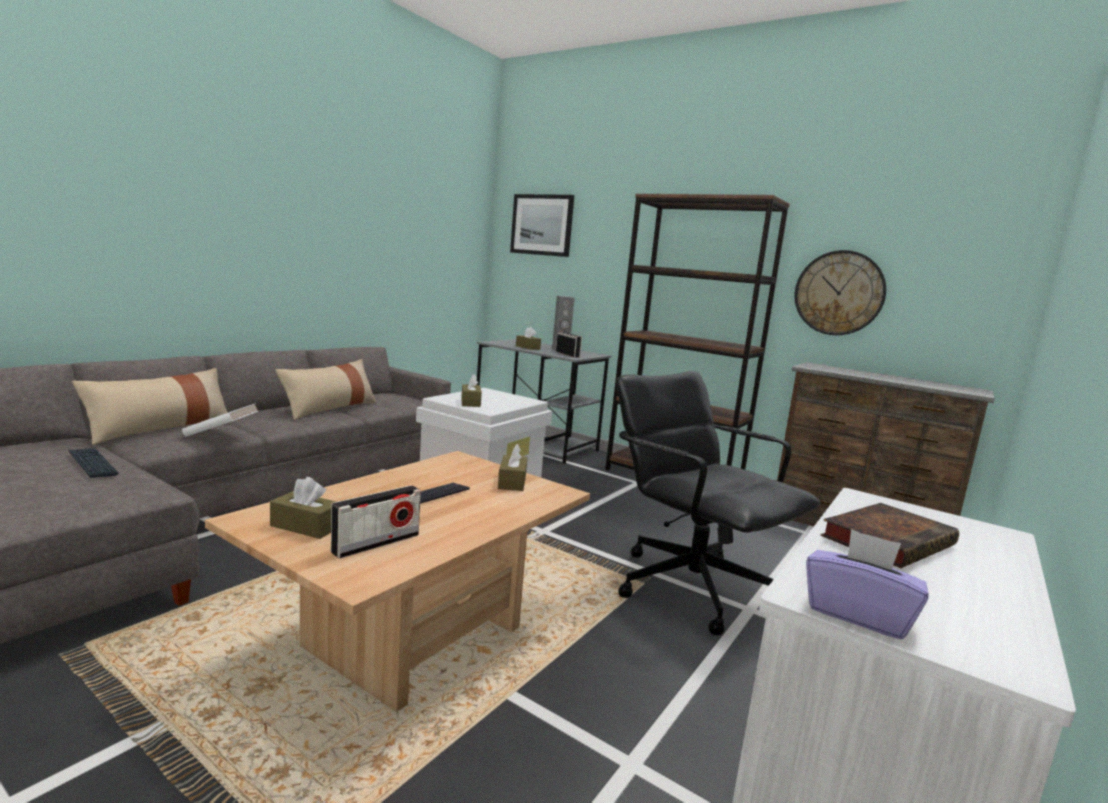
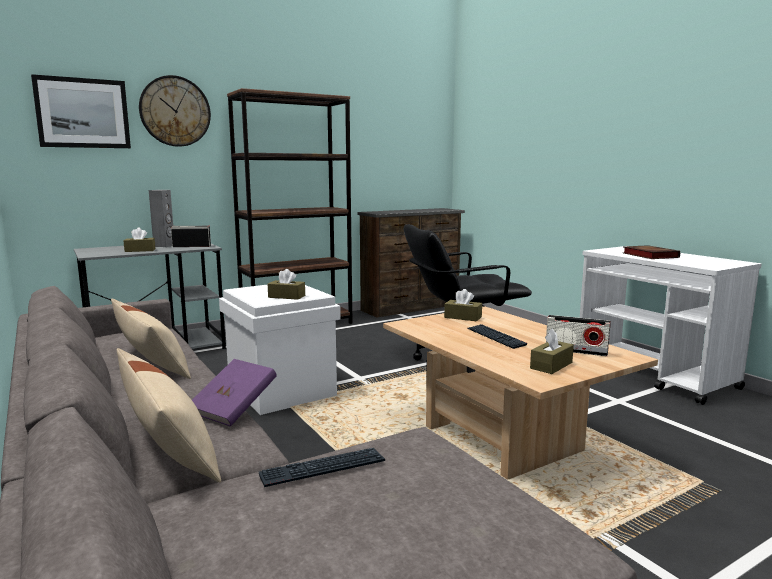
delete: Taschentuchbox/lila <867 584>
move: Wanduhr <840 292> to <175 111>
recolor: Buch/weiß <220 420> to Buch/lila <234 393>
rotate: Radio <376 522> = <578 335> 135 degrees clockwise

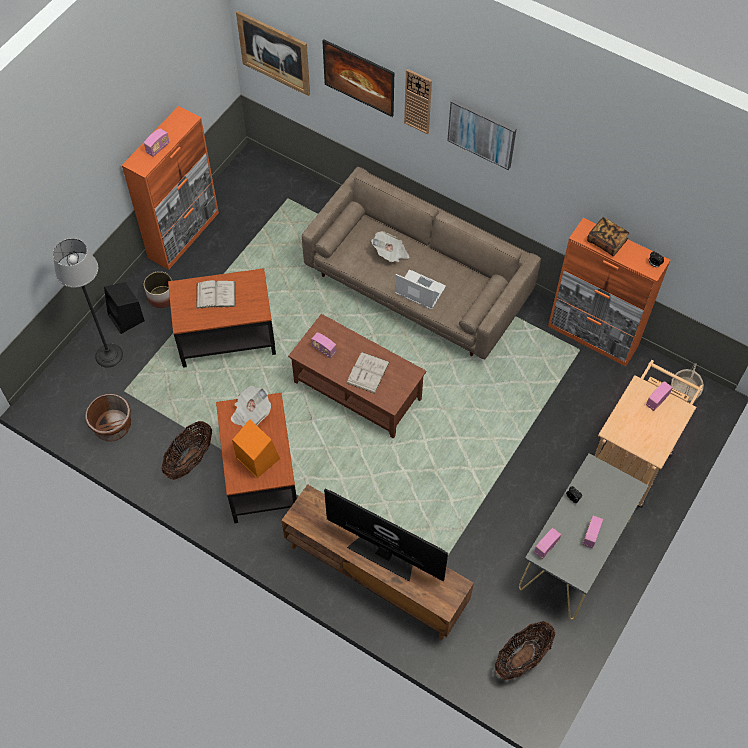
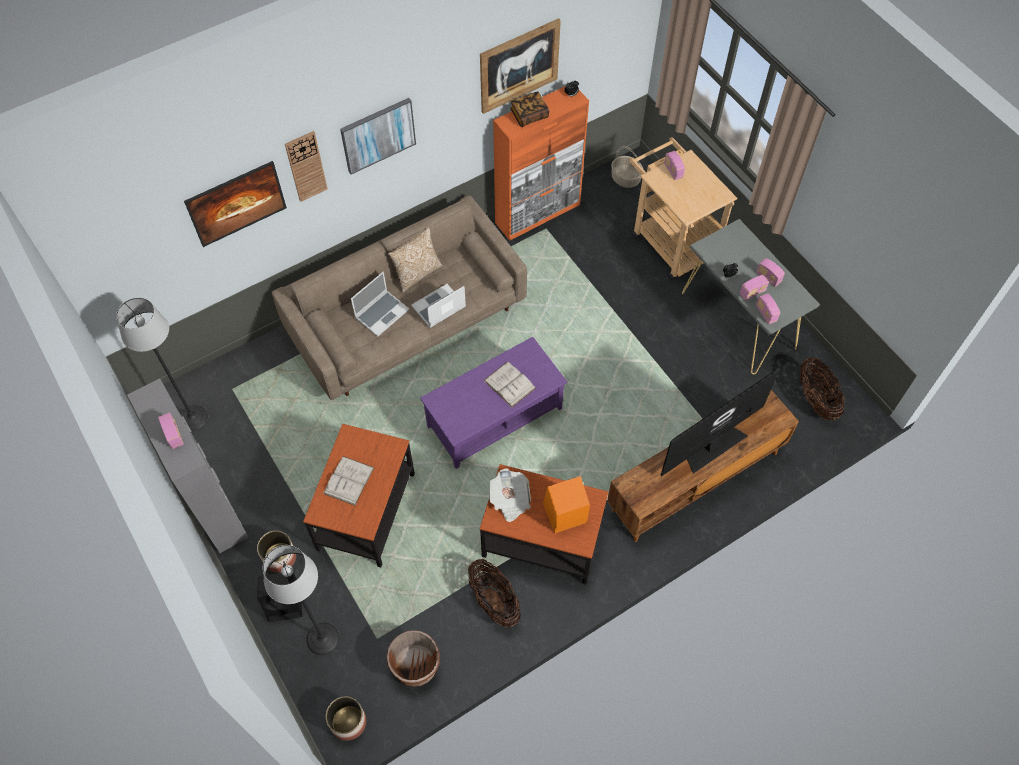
insert: Stehlampe <162 364>; Pflanzkübel <346 719>; Kissen <415 260>
move: Bild <273 53> to <520 66>; Radio <324 345> to <754 288>
replace: Zeitung <390 246> to Laptop <380 304>
recolor: Schrank/orange <170 188> to Schrank/grau <188 466>; Couchtisch/braun <357 376> to Couchtisch/lila <493 403>

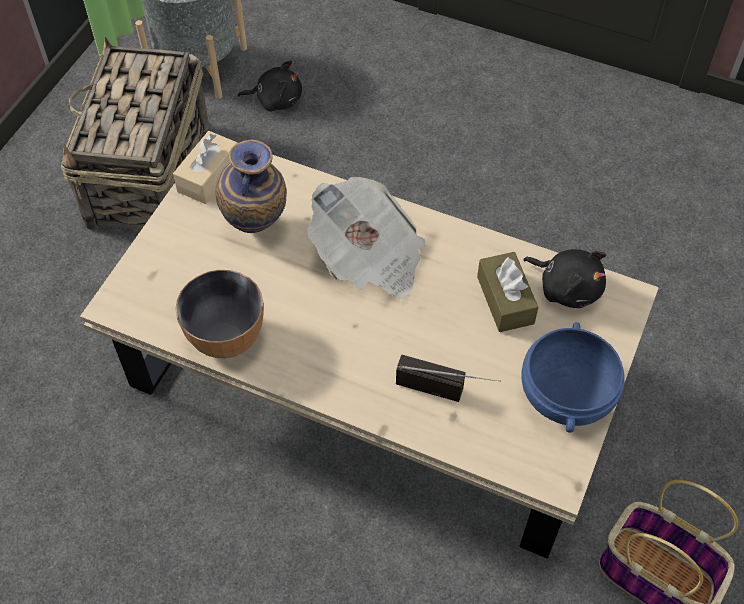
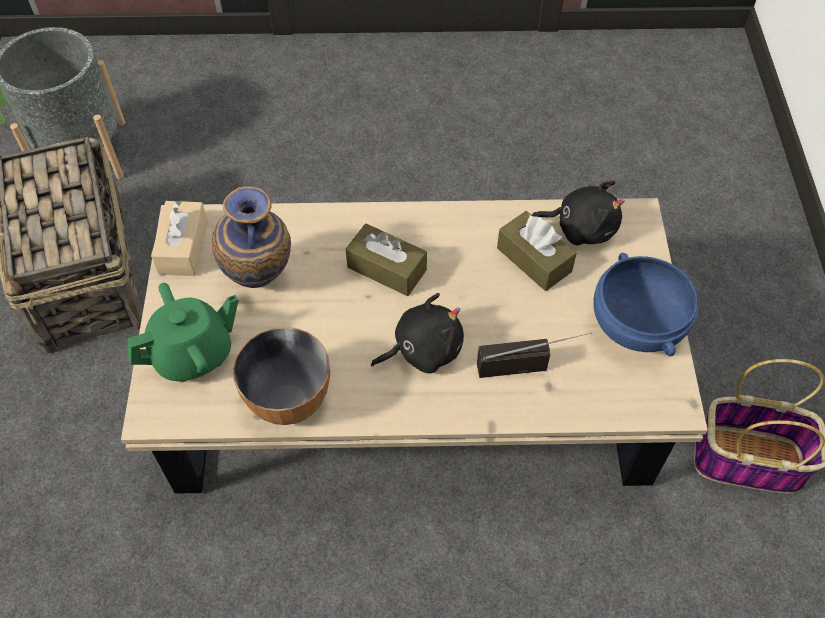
insert: Teekanne/grün <183 332>
move: Plüschtier/schwarz <270 86> to <417 333>
replace: Zeitung <366 238> to Taschentuchbox/braun <386 260>

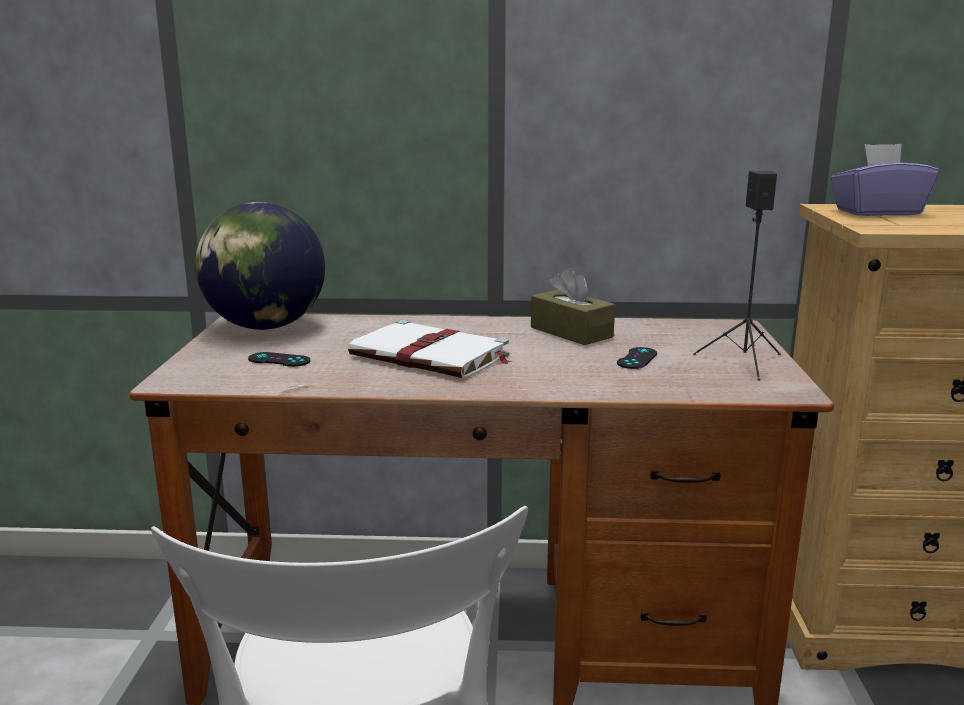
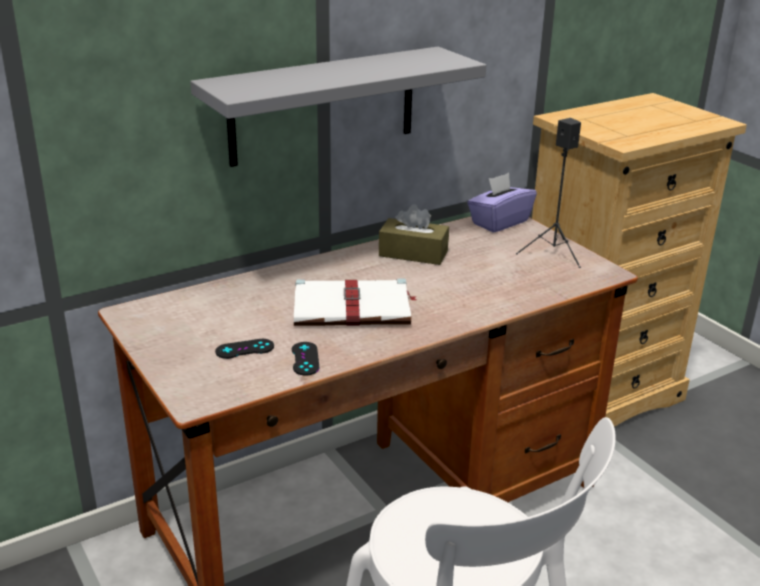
delete: Globus <260 266>
insert: Wandregal/grau <338 107>
move: Gamepad/schwarz <637 358> to <306 358>; Taschentuchbox/lila <885 180> to <502 203>

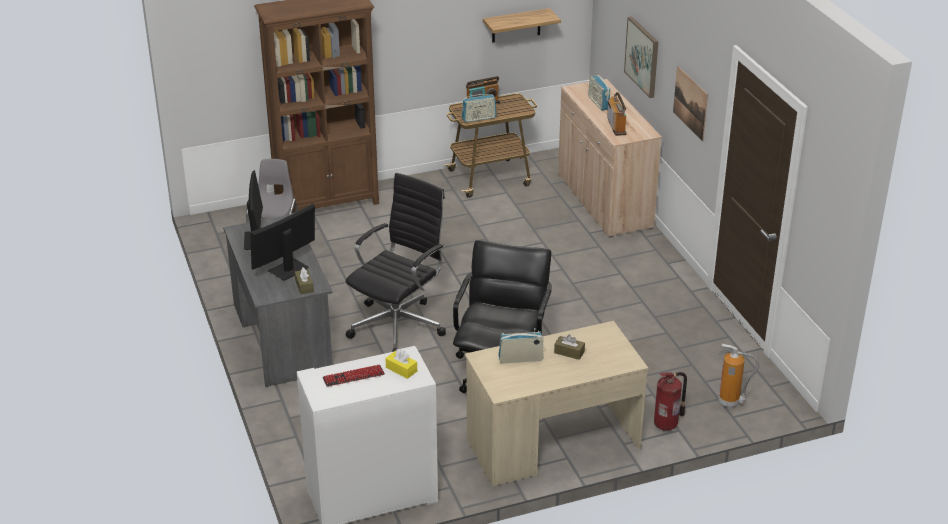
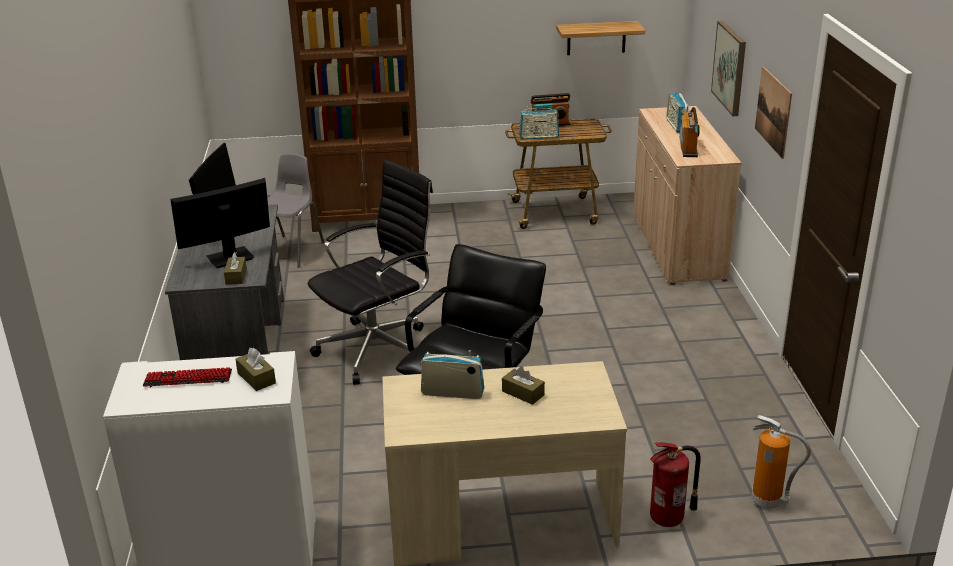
recolor: Taschentuchbox/gelb <401 364> to Taschentuchbox/braun <255 369>

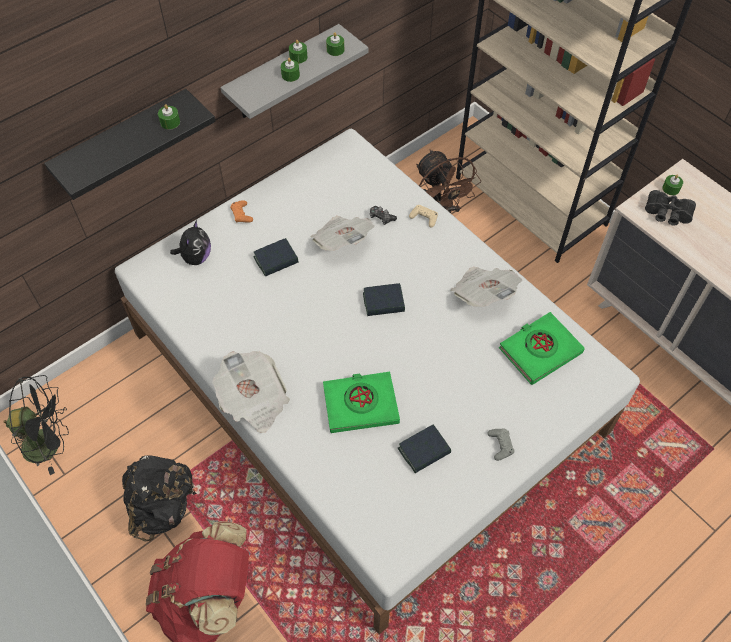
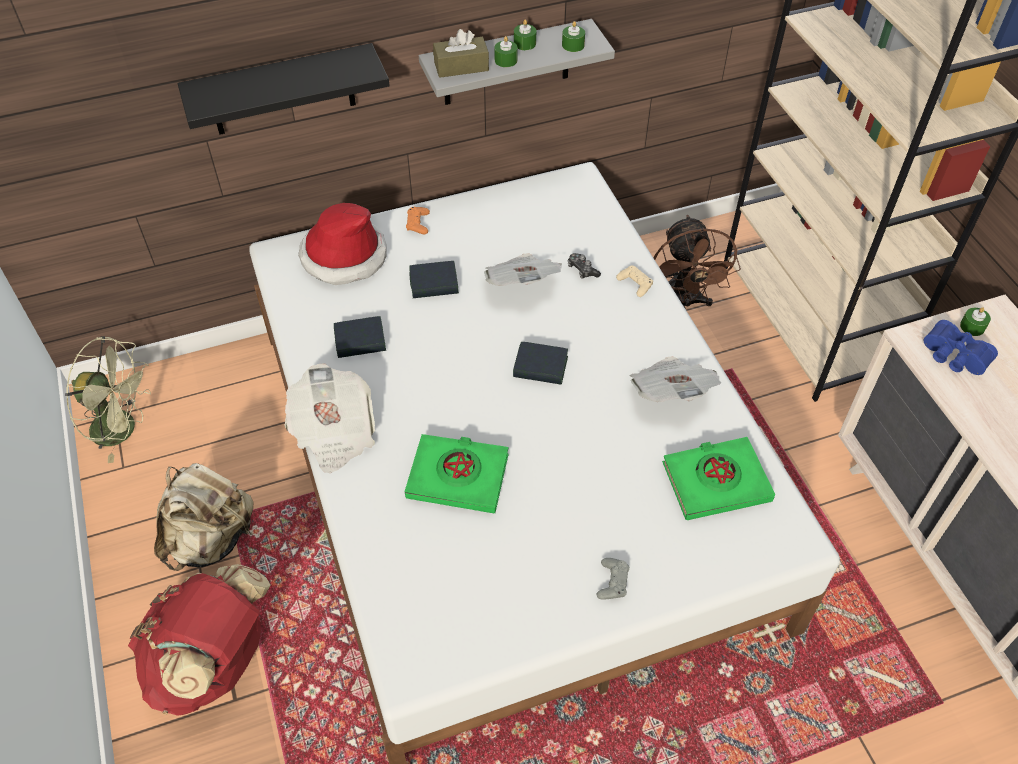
delete: Kerze/grün <169 117>
insert: Taschentuchbox/braun <461 53>
move: Buch <424 449> to <360 337>
replace: Plüschtier <190 242> to Hut <342 244>
recolor: Ventilator/schwarz <36 425> to Ventilator/grün <108 399>; Rucksack/schwarz <159 498> to Rucksack/beige <203 517>; Fernglas/schwarz <670 208> to Fernglas/blau <961 347>

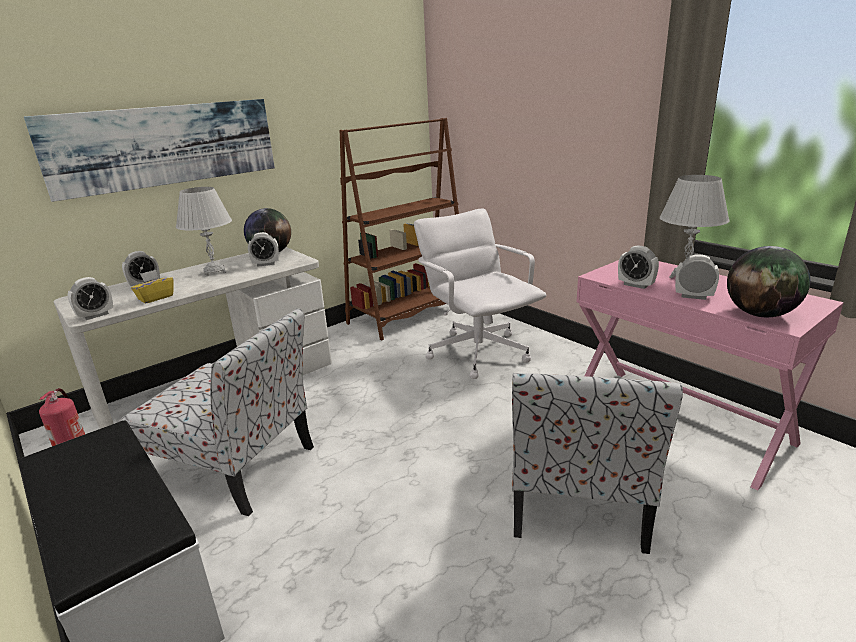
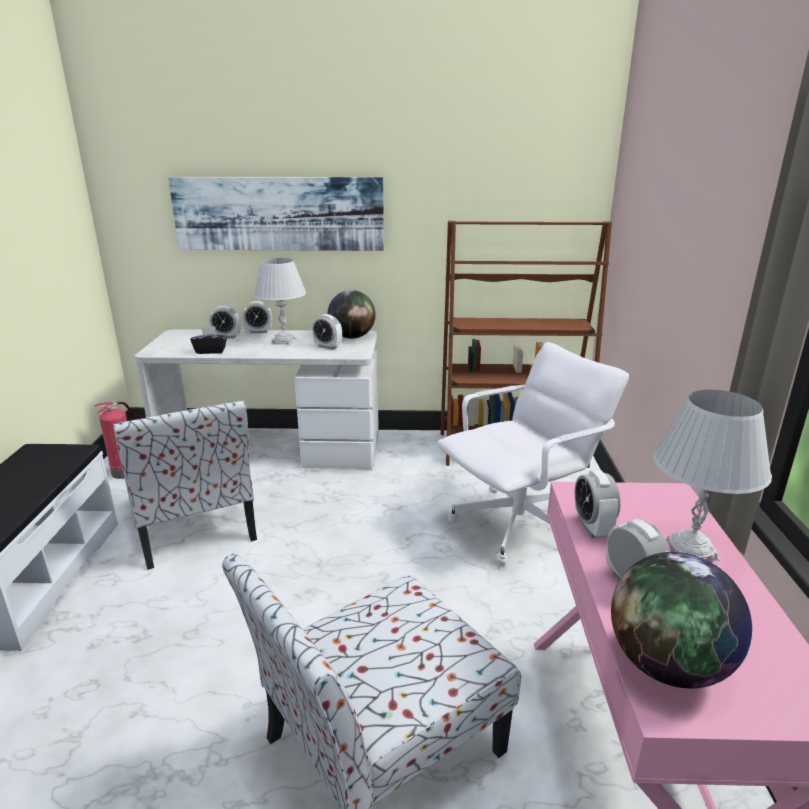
move: Wecker <90 298> to <257 317>
recolor: Taschentuchbox/gelb <152 286> to Taschentuchbox/schwarz <208 340>
rotate: Bürostuhl/weiß <480 294> = <533 453> 45 degrees clockwise

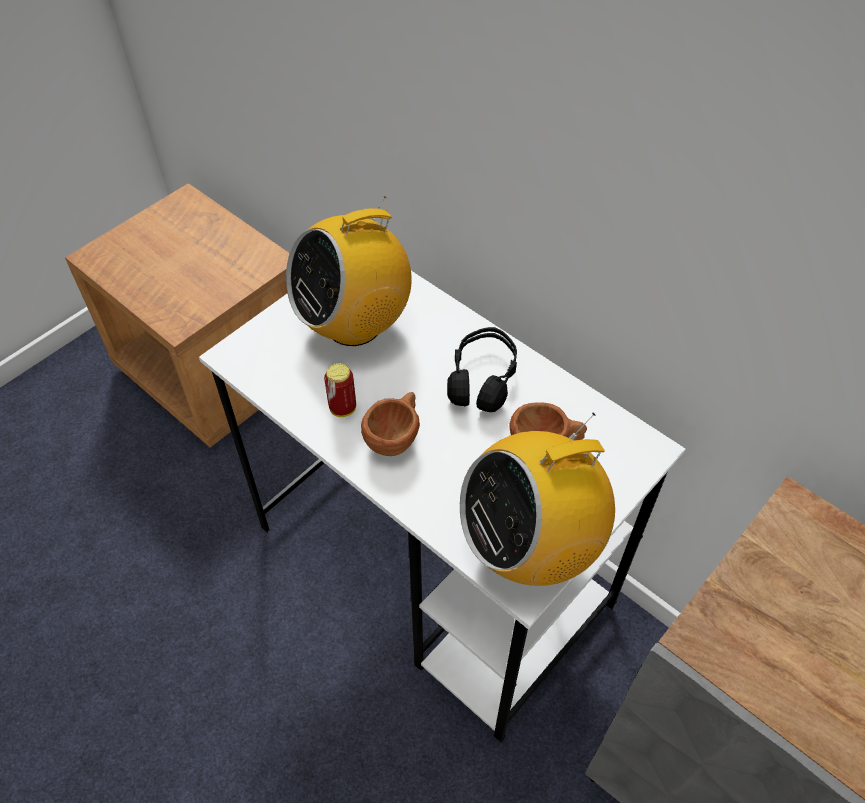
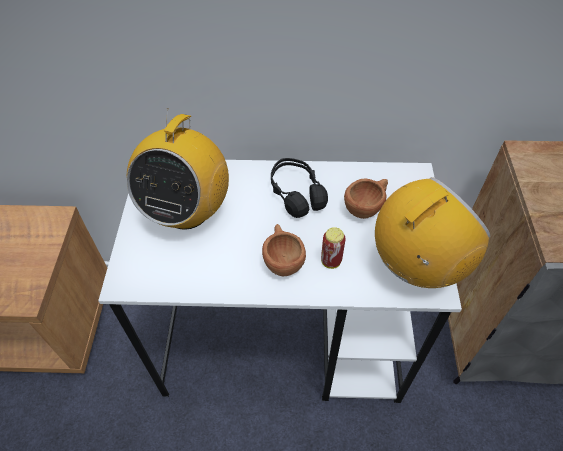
move: Dose <340 390> to <333 248>
rotate: Radio <537 499> = <432 232> 150 degrees counterclockwise

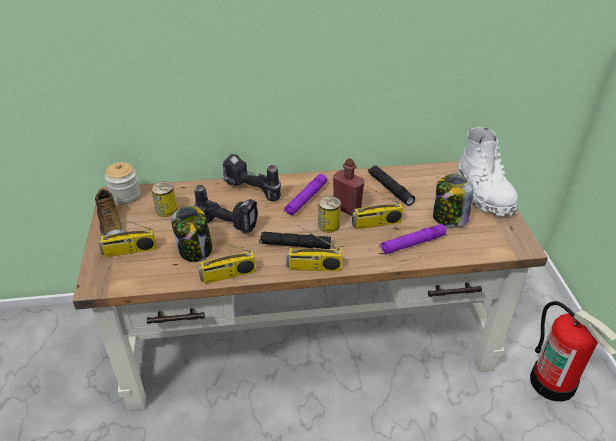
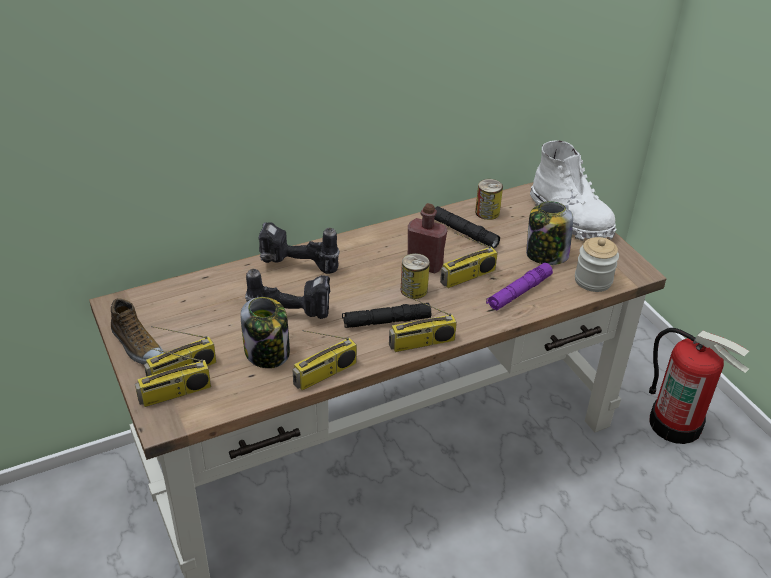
delete: Taschenlampe/lila <305 194>
insert: Radio <173 376>
move: Dose <165 199> to <489 199>; Vorratsglas <122 183> to <597 264>

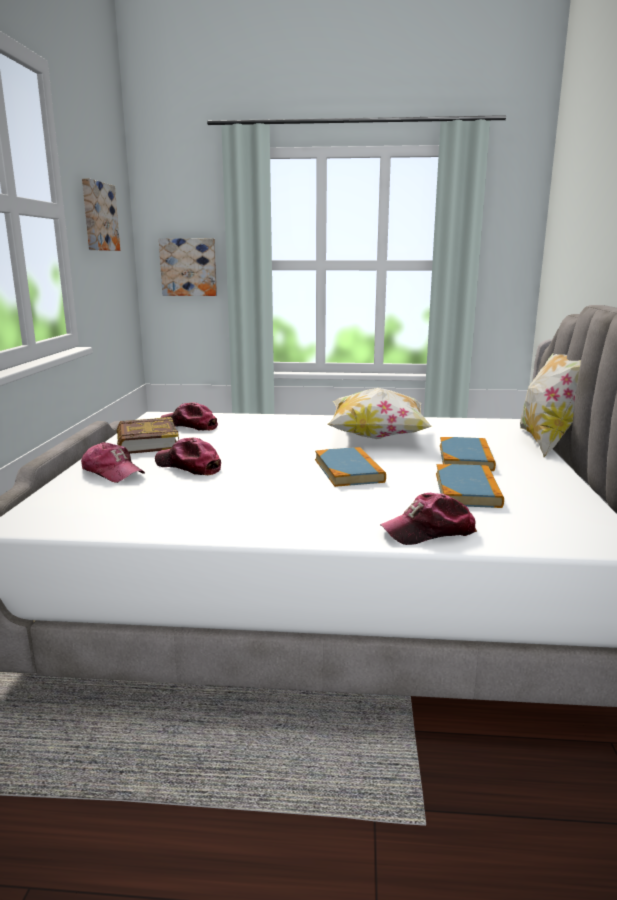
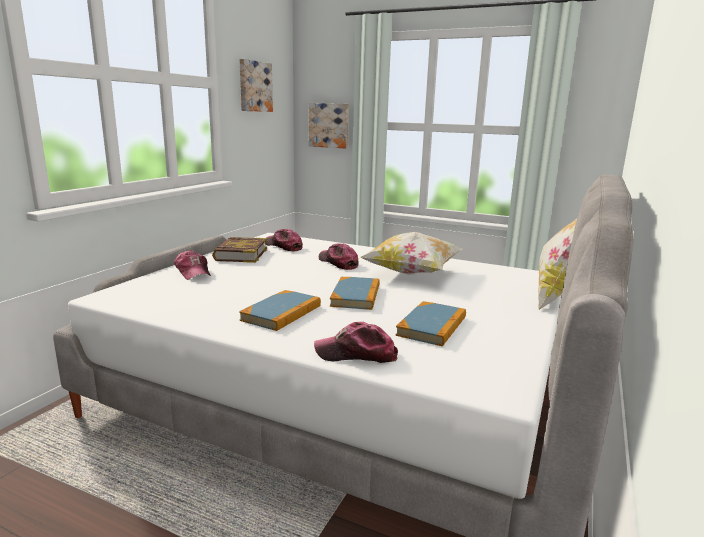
move: Buch <468 454> to <280 310>; Kappe <188 456> to <339 257>

